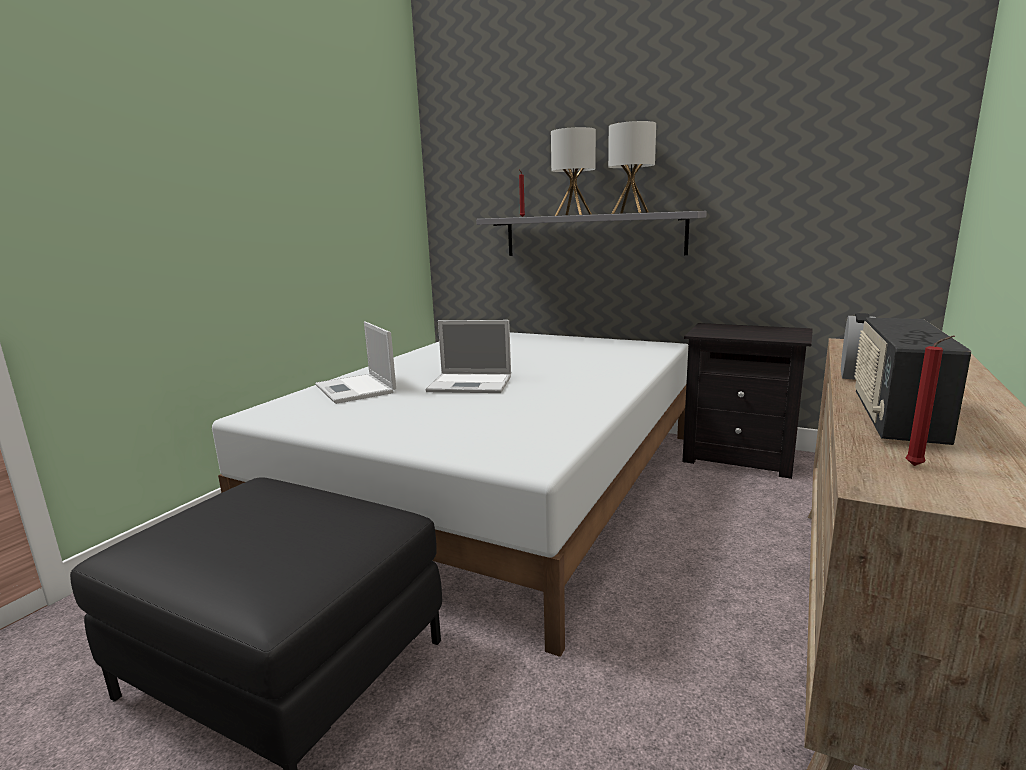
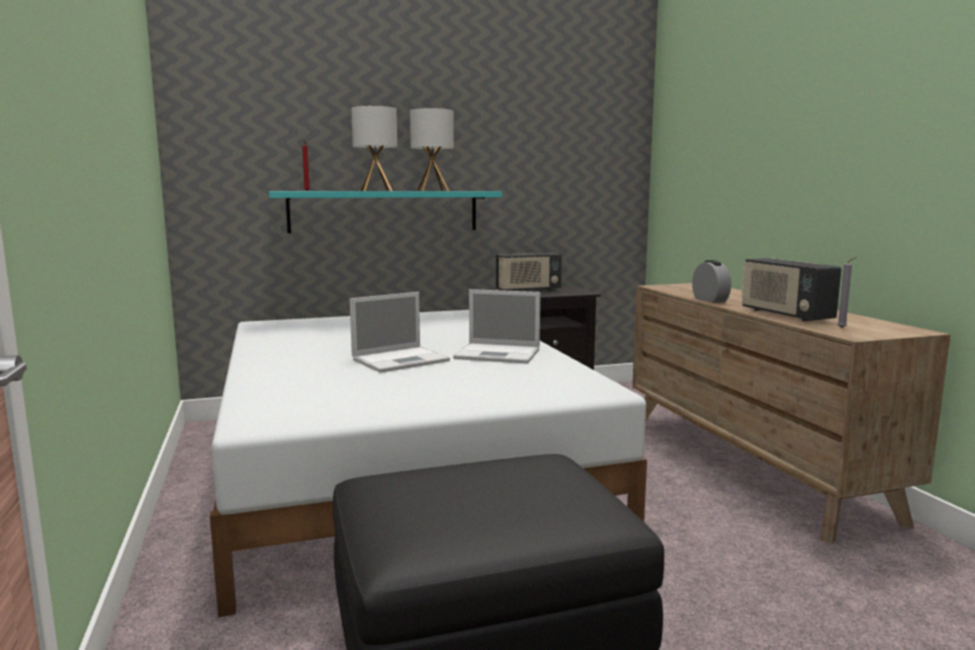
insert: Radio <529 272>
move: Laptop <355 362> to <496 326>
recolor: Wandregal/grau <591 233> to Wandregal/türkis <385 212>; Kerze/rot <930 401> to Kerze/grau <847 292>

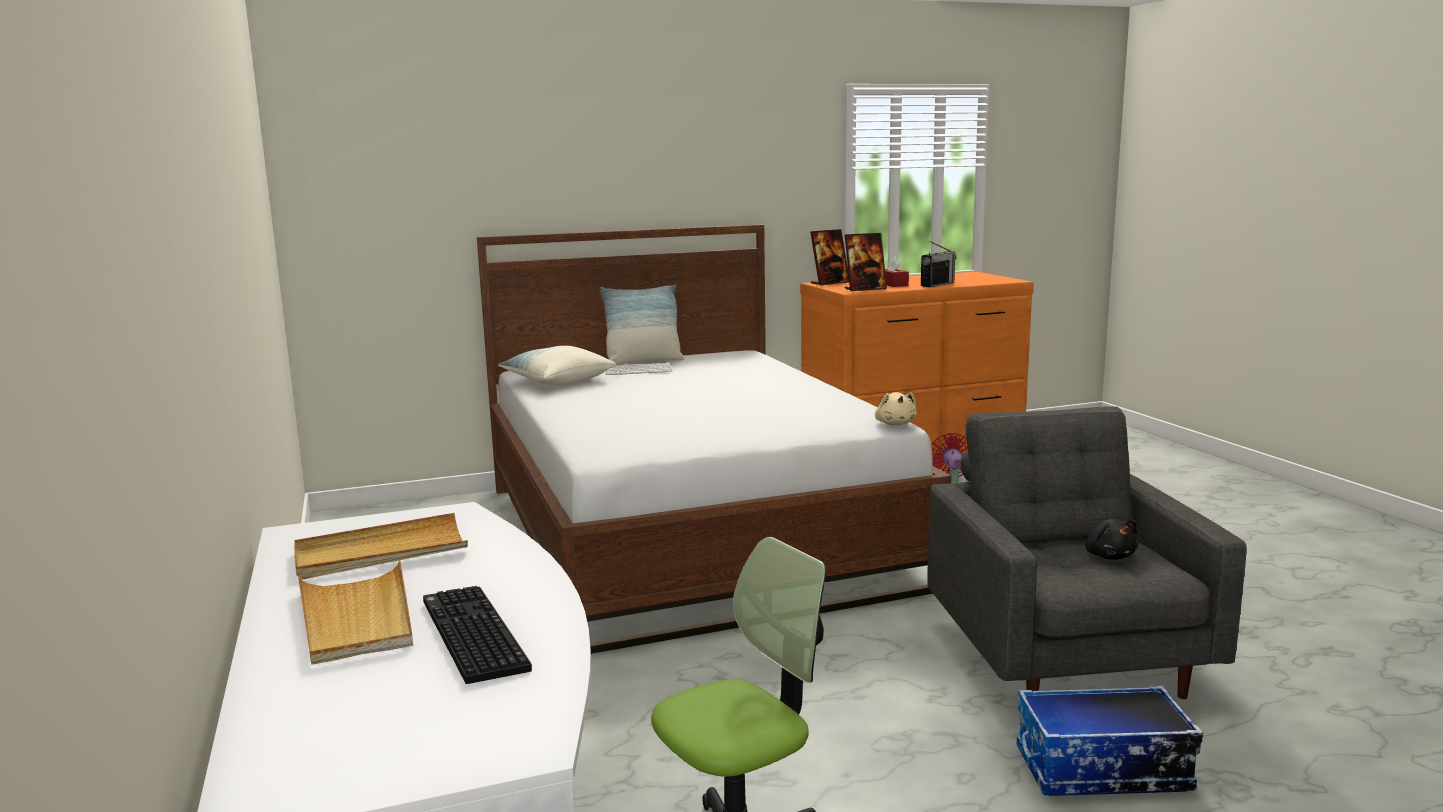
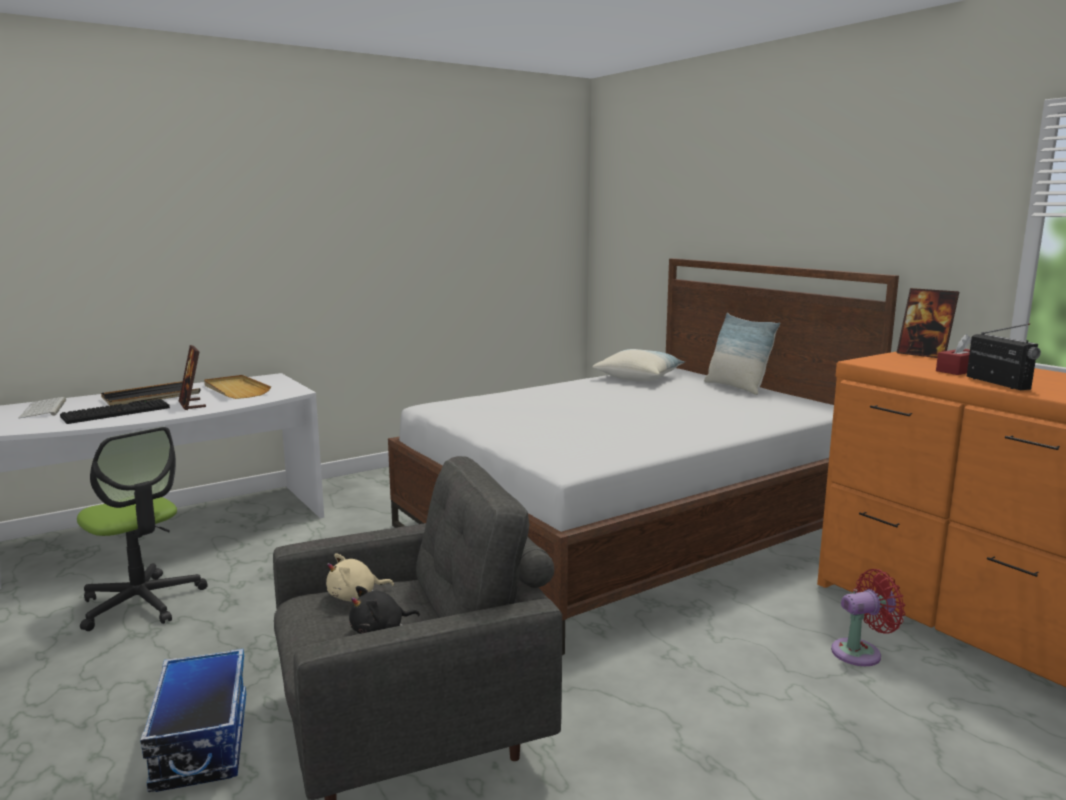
move: Tastatur <639 369> to <42 408>; Bilderrahmen <866 262> to <192 377>; Plüschtier/beige <896 409> to <360 578>
recolor: Tablett/beige <355 612> to Tablett/schwarz <150 393>
rotate: Radio <938 264> = <1003 356> 135 degrees counterclockwise

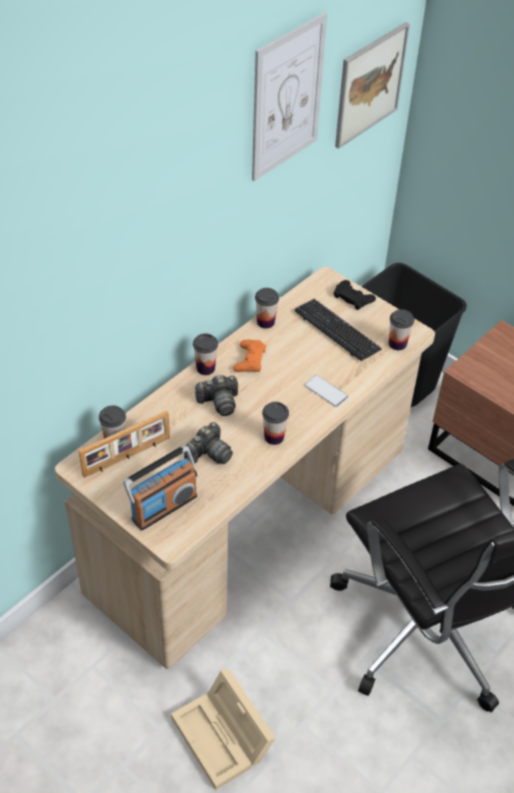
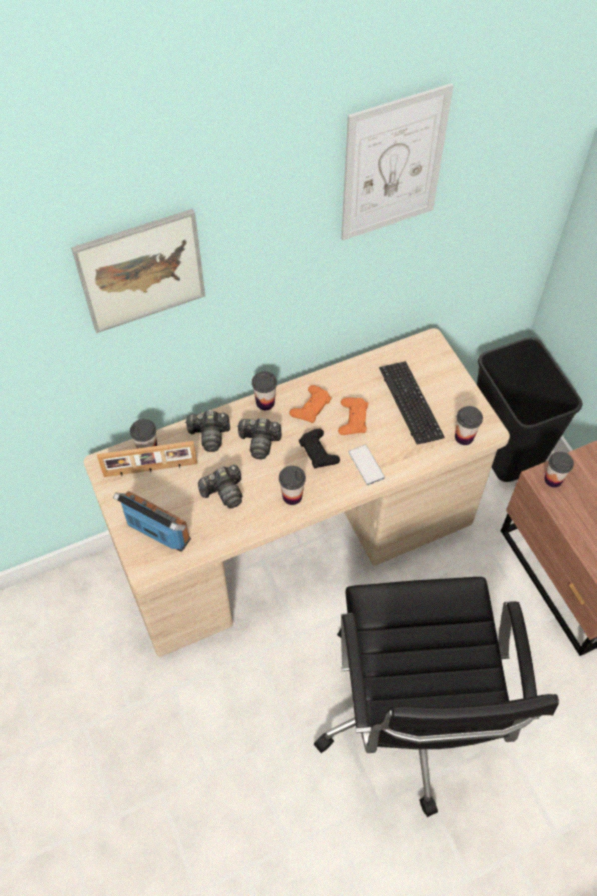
delete: Aufbewahrungsbox/beige <223 729>
insert: Kamera <207 431>; Gamepad/orange <353 416>
move: Bild <372 85> to <138 271>; Gamepad/schwarz <355 295> to <319 448>; Tasse <267 308> to <559 470>
rotate: Radio <160 488> = <152 521> 135 degrees counterclockwise

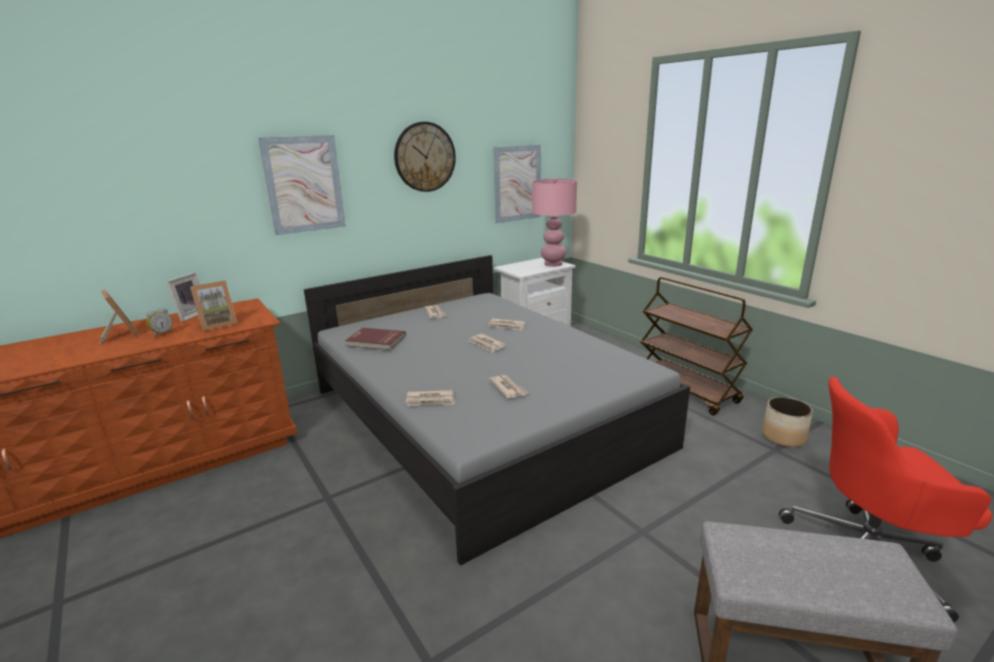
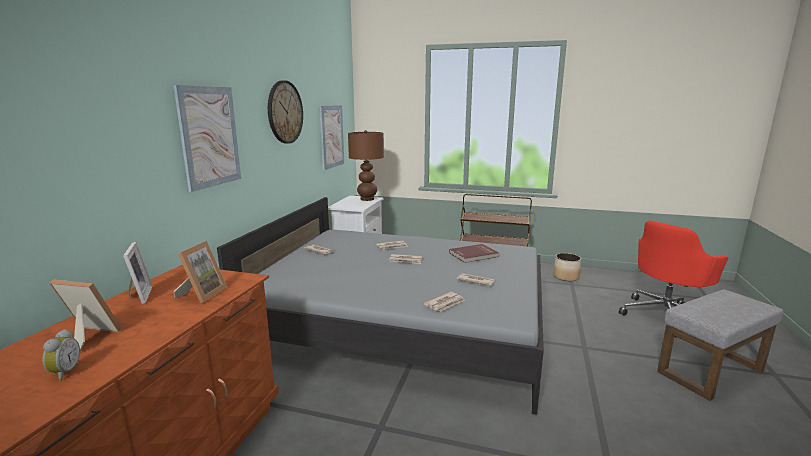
move: Wecker <159 322> to <61 355>; Buch/rot <375 339> to <474 253>
recolor: Tischlampe/rosa <554 222> to Tischlampe/braun <366 165>

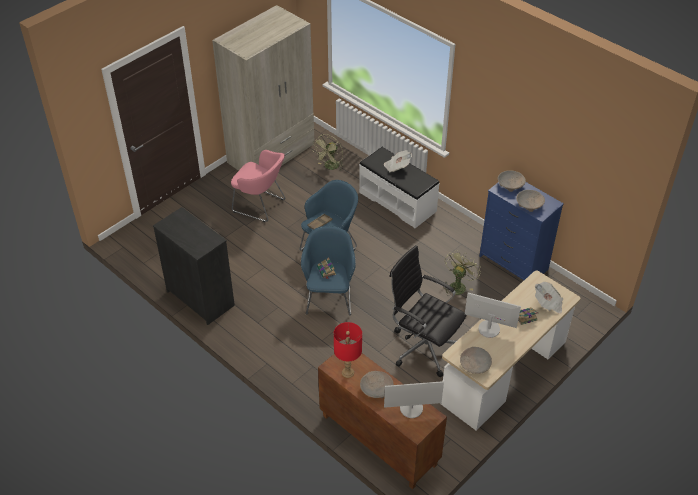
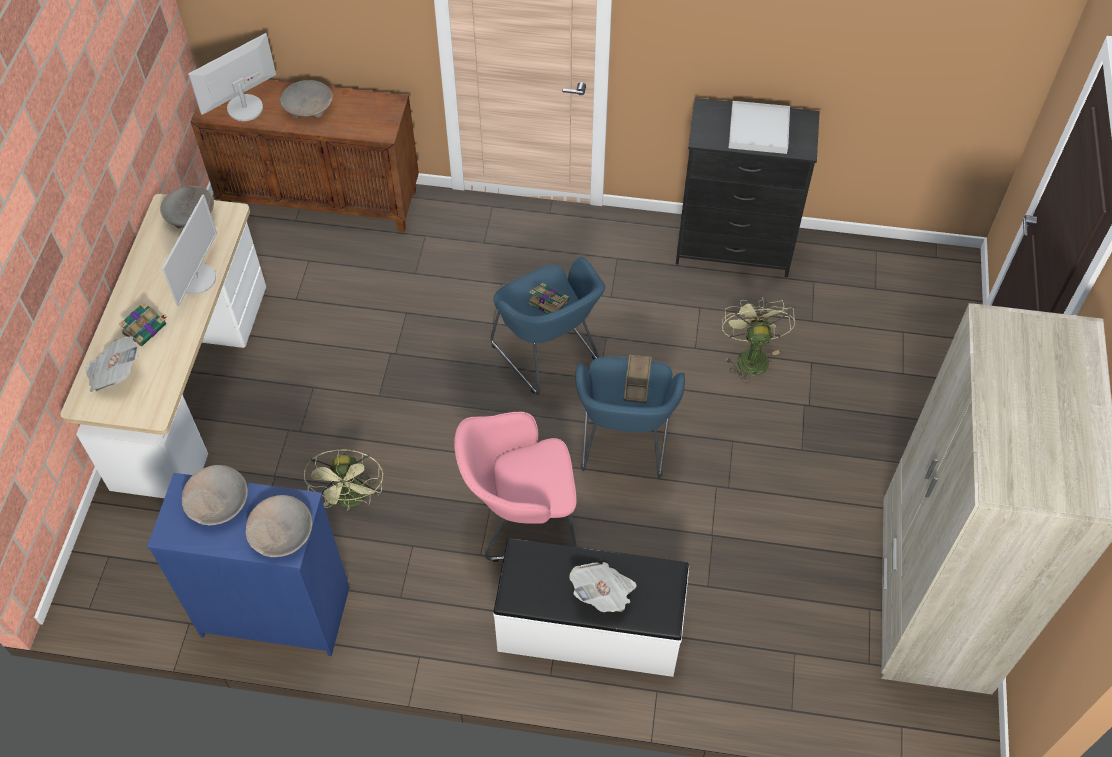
delete: Tischlampe/rot <348 350>; Bürostuhl/schwarz <428 311>
insert: Tablett/weiß <759 127>
move: Sessel/rosa <258 186> to <515 487>; Ventilator/grün <328 152> to <758 340>
rotate: Monitor <493 315> = <189 250> 60 degrees counterclockwise

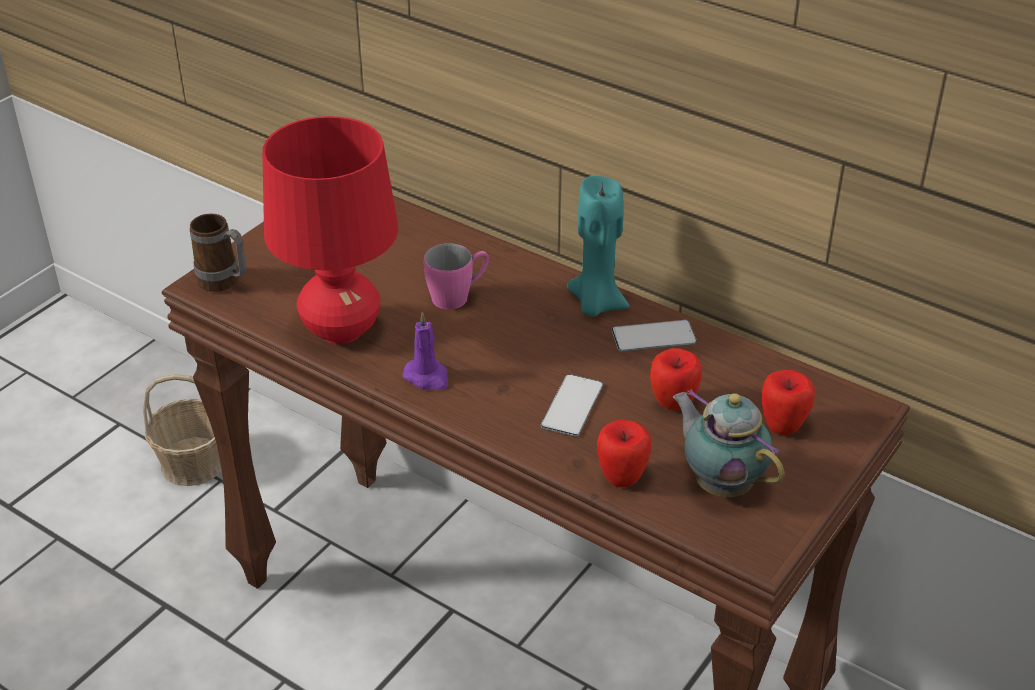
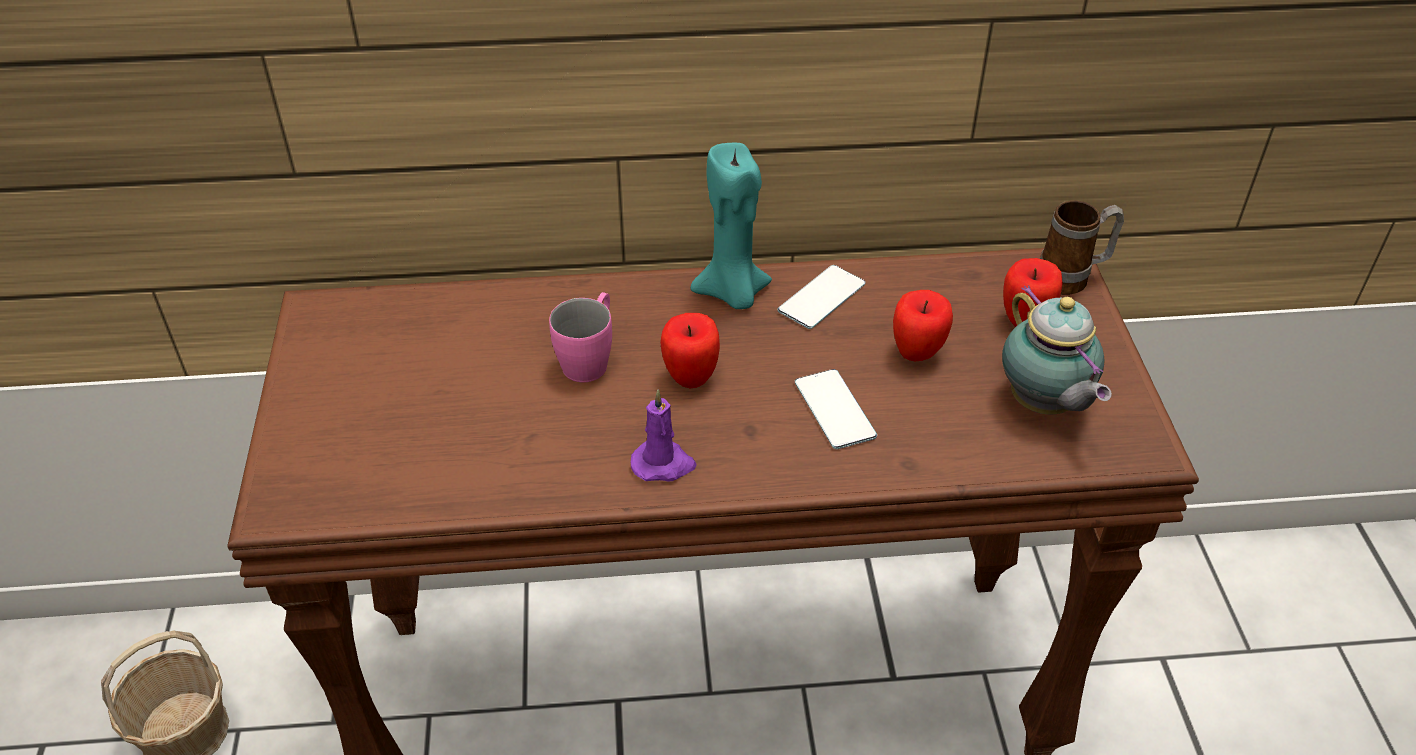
delete: Tischlampe/rot <330 230>
move: Apfel <624 453> to <690 351>; Henkelbecher <218 252> to <1082 247>
rotate: Teekanne <729 443> = <1057 350> 120 degrees counterclockwise

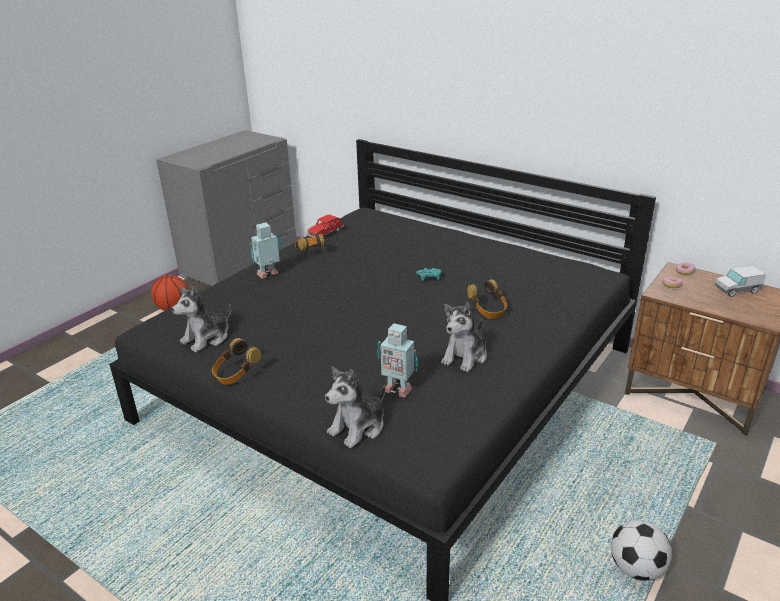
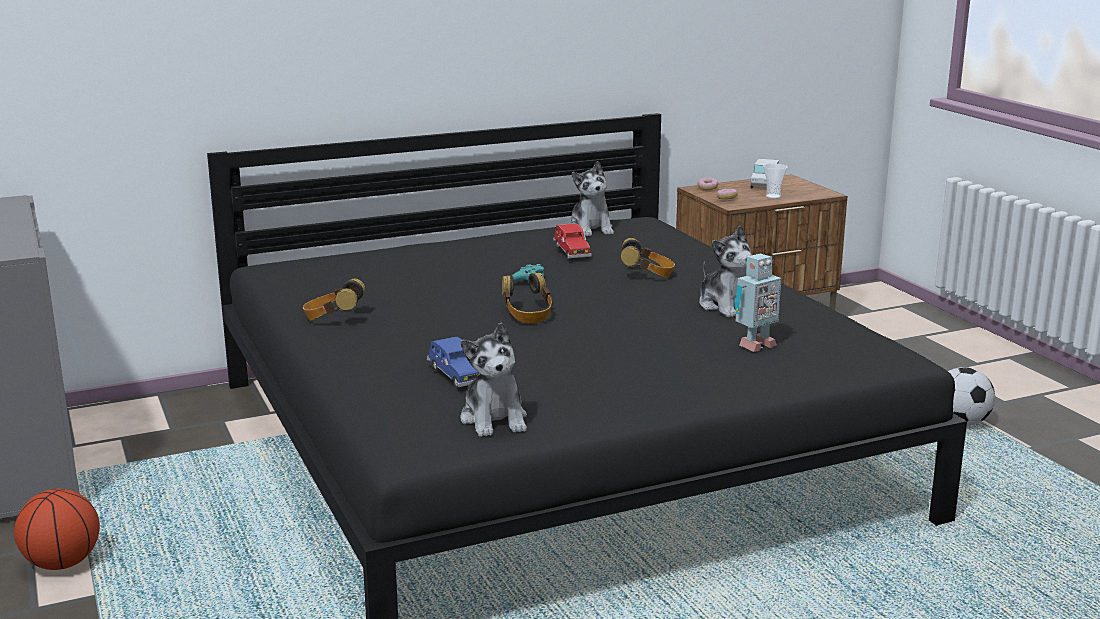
delete: Spielzeugroboter <265 250>
insert: Spielzeugauto/blau <453 363>; Tasse <775 181>
move: Kopfhörer <236 361> to <527 298>; Spielzeugauto/rot <325 226> to <572 242>; Plüschtier <355 407> to <591 199>

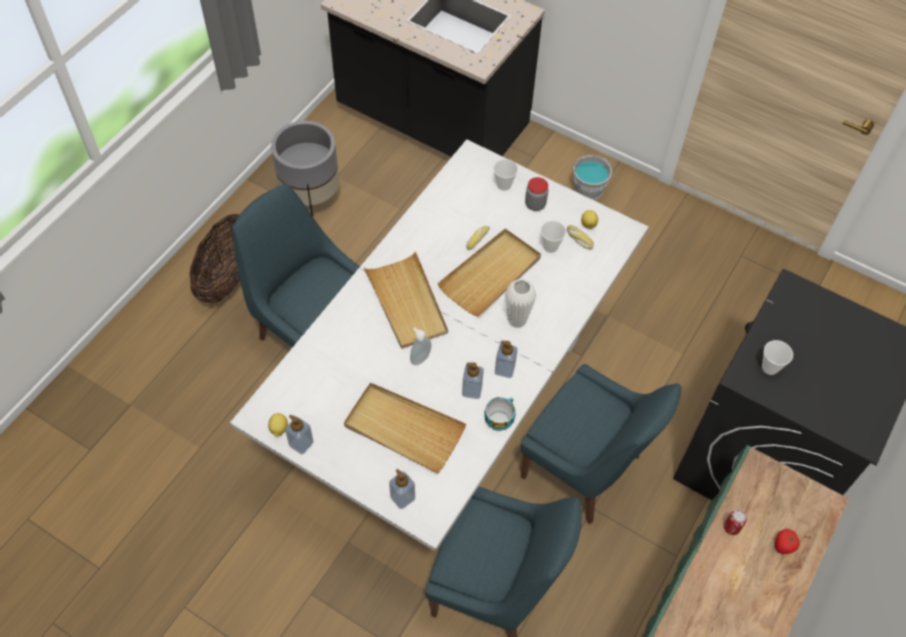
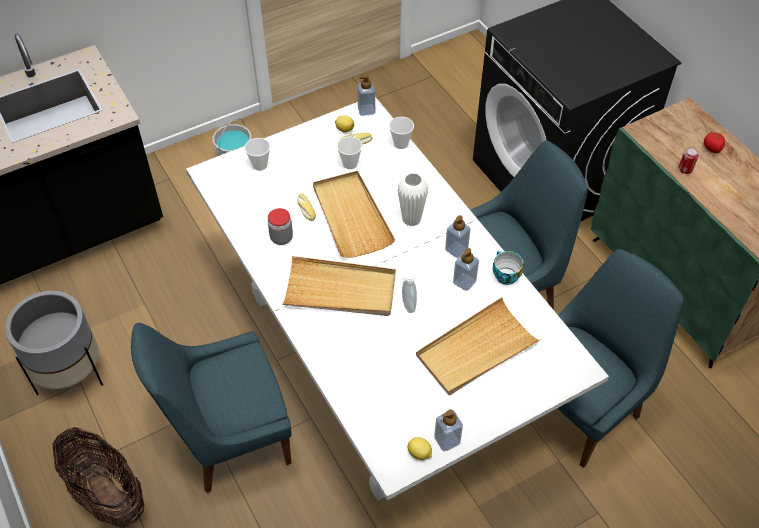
move: Vorratsglas <536 194> to <280 226>; Seifenspender <402 489> to <366 95>; Tasse <777 357> to <401 133>

